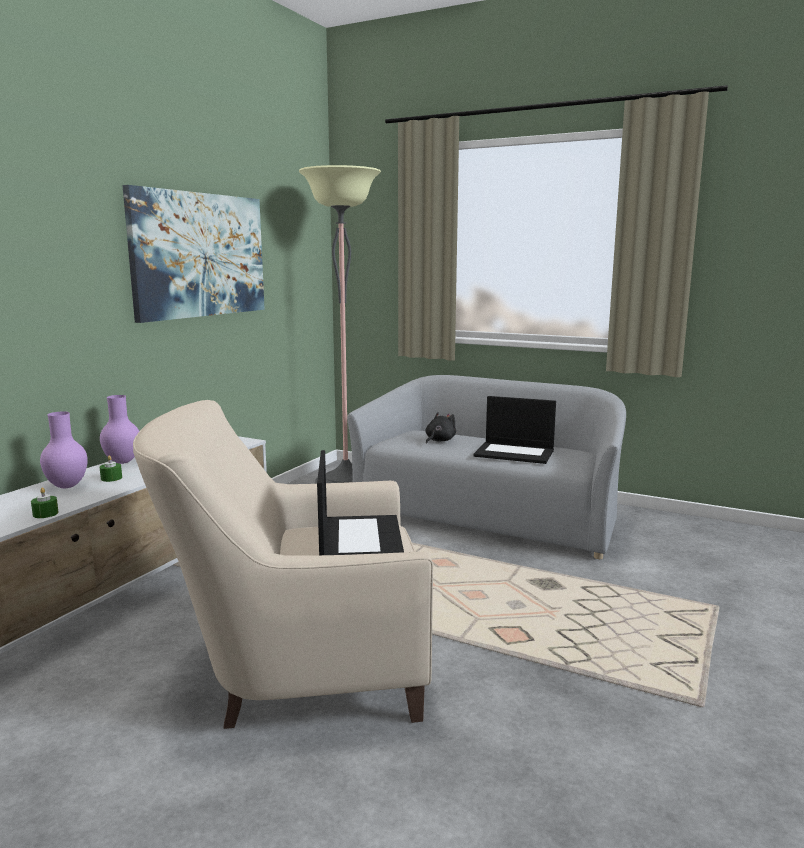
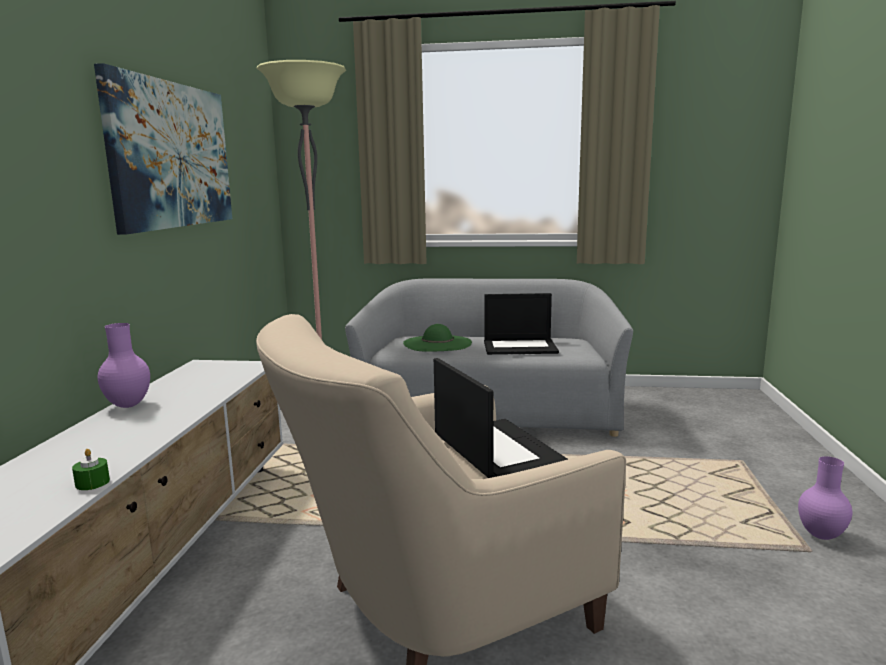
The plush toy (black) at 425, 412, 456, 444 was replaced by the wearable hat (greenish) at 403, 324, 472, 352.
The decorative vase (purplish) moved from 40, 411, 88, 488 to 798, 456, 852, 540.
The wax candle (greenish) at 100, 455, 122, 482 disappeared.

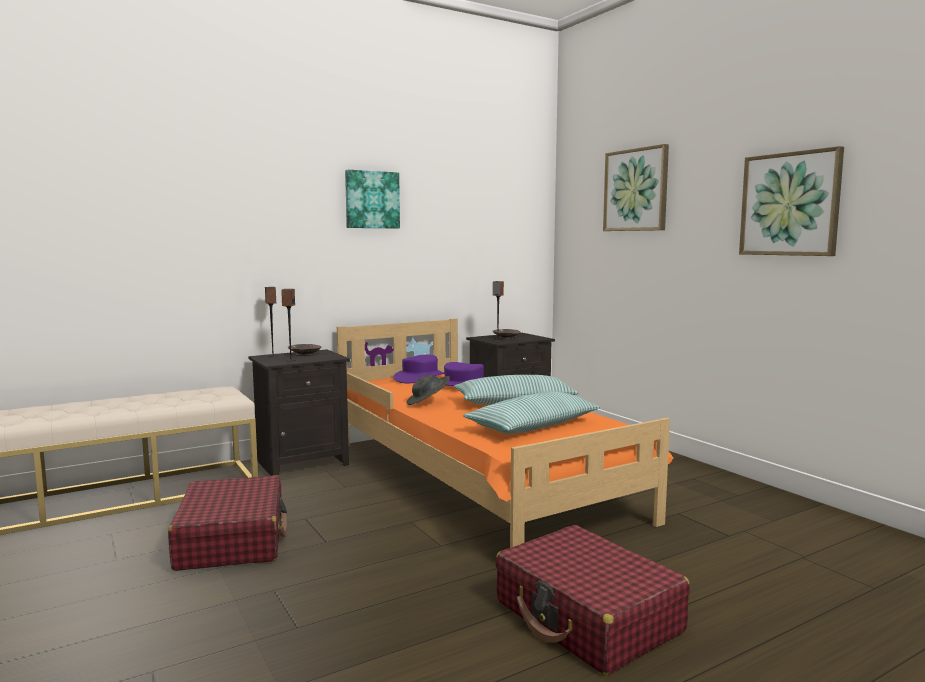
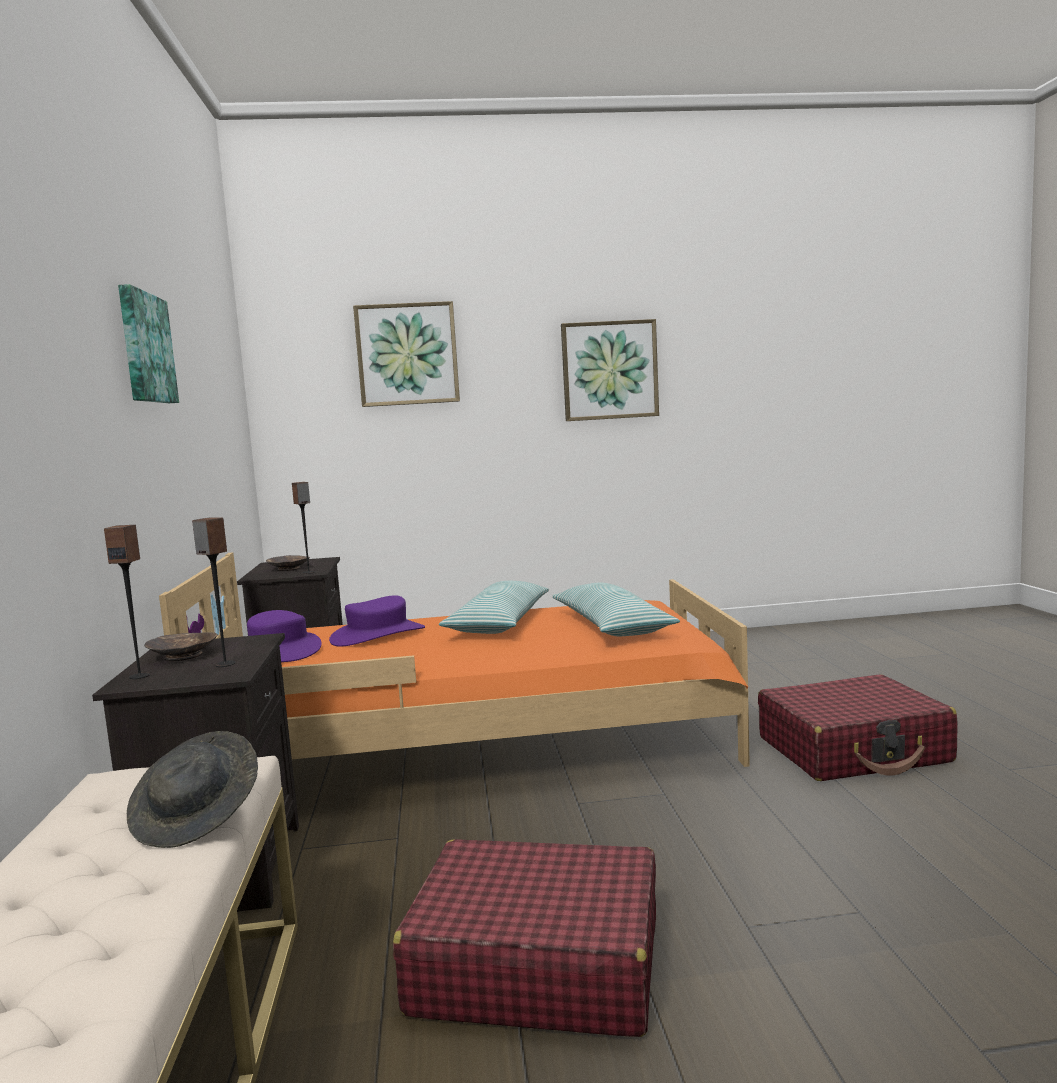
The wearable hat (grey) moved from 406, 375, 450, 405 to 127, 731, 258, 848.

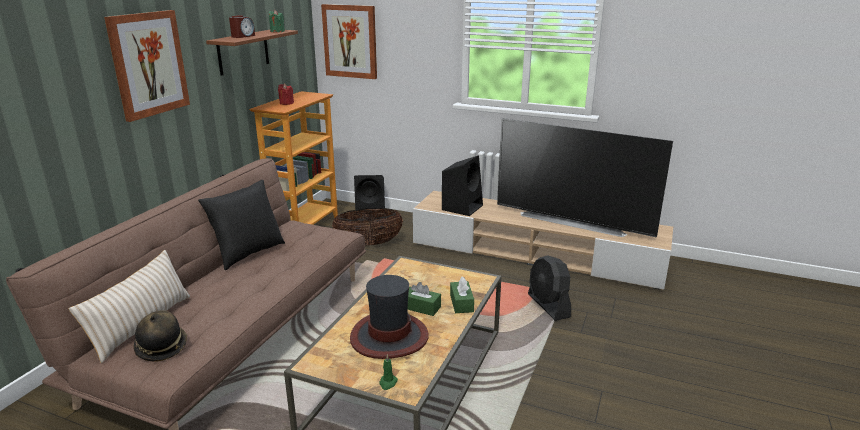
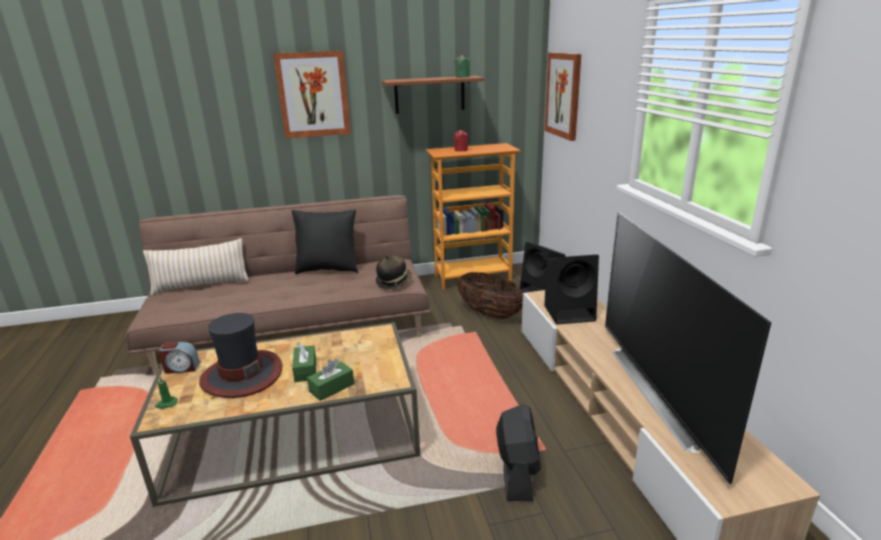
The table clock moved from 229, 15, 255, 38 to 158, 341, 200, 374.
The wearable hat moved from 134, 310, 187, 362 to 376, 255, 412, 289.
The cooling fan (black) at 528, 255, 571, 321 turned 150 degrees clockwise.

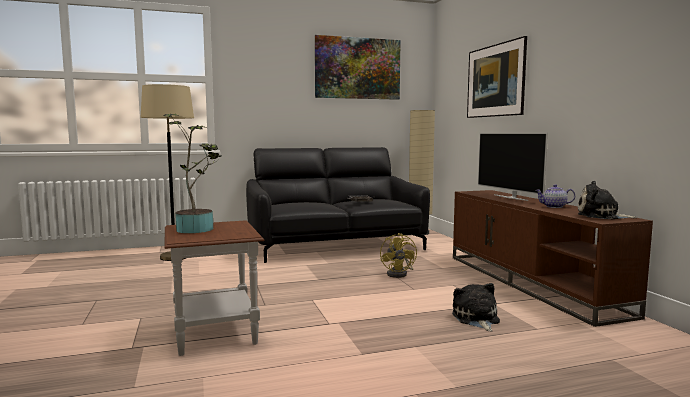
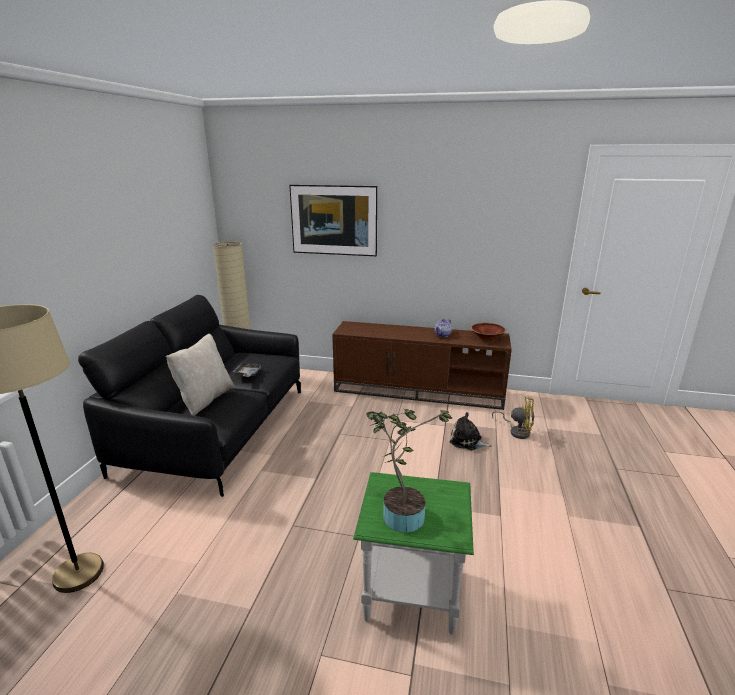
The cushion (sand-coloured) at 166, 334, 235, 416 appeared.
The end table (brown) at 165, 220, 265, 356 became the end table (greenish) at 353, 472, 474, 635.
The plush toy at 578, 181, 637, 219 was replaced by the deep dish (brown) at 471, 323, 506, 341.
The cooling fan (yellow) moved from 380, 233, 417, 278 to 492, 397, 535, 439.
The picture at 315, 35, 401, 100 disappeared.
The television at 478, 133, 548, 201 disappeared.

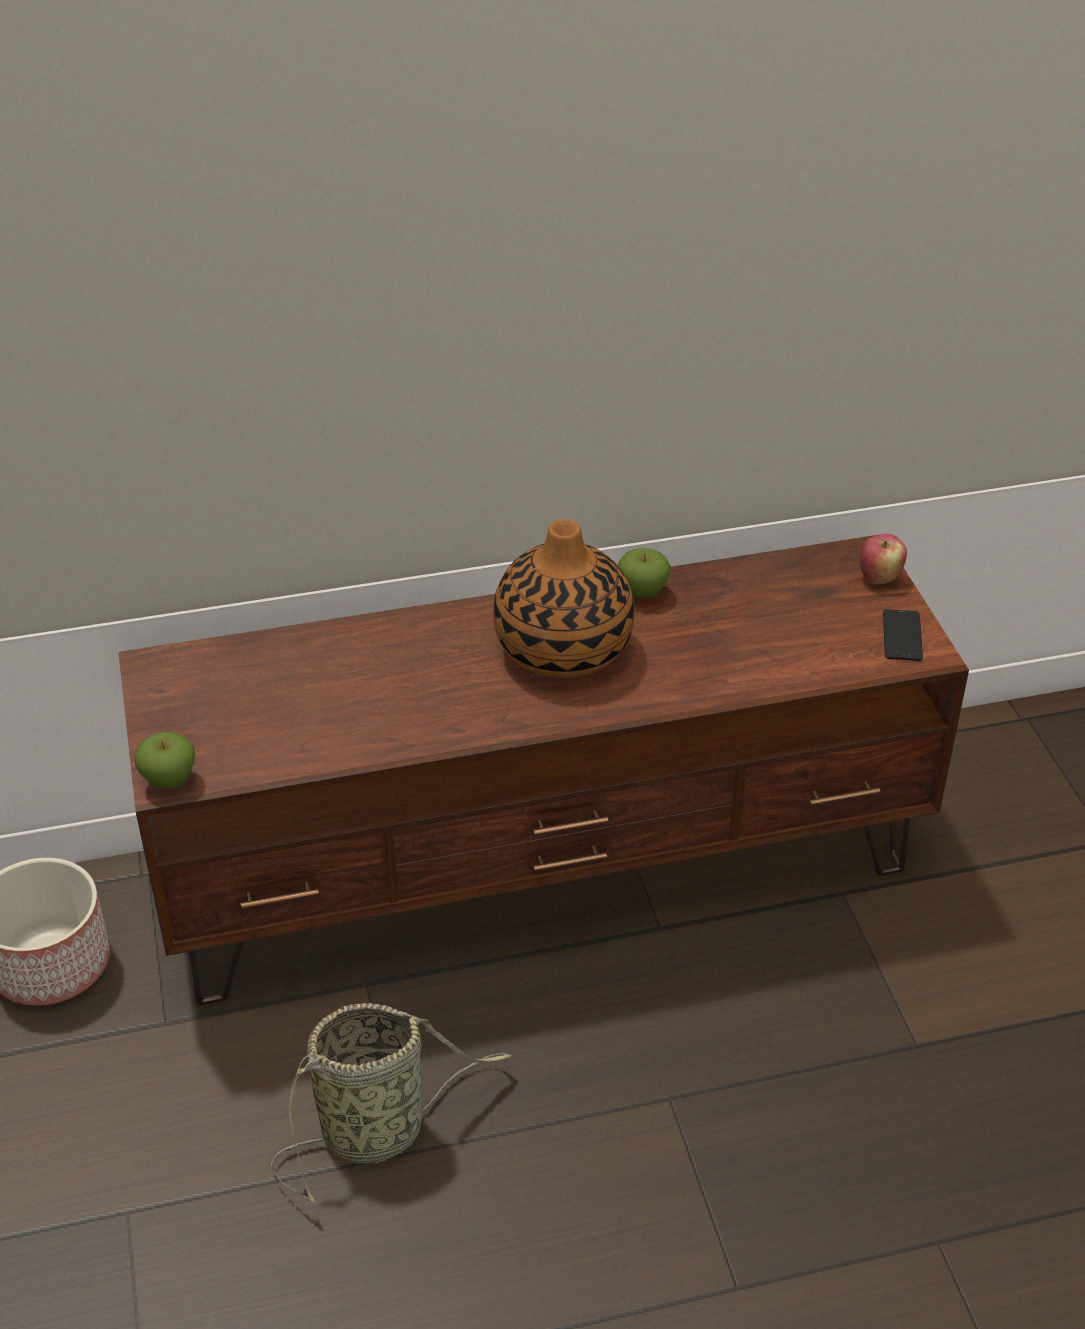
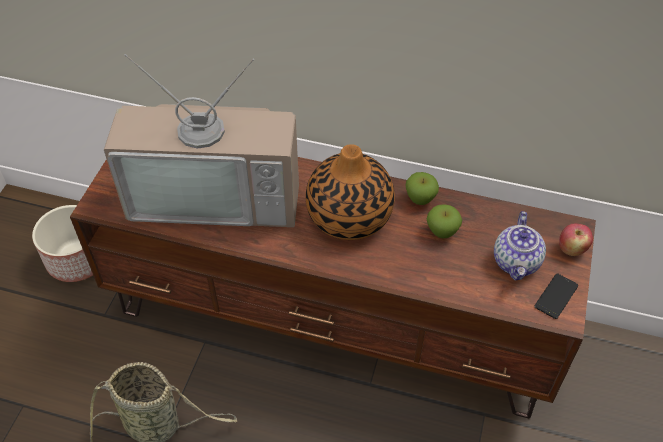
The television at 104, 54, 299, 227 appeared.
The whole apple moved from 134, 732, 195, 789 to 427, 204, 462, 238.
The pot for tea at 494, 211, 546, 281 appeared.

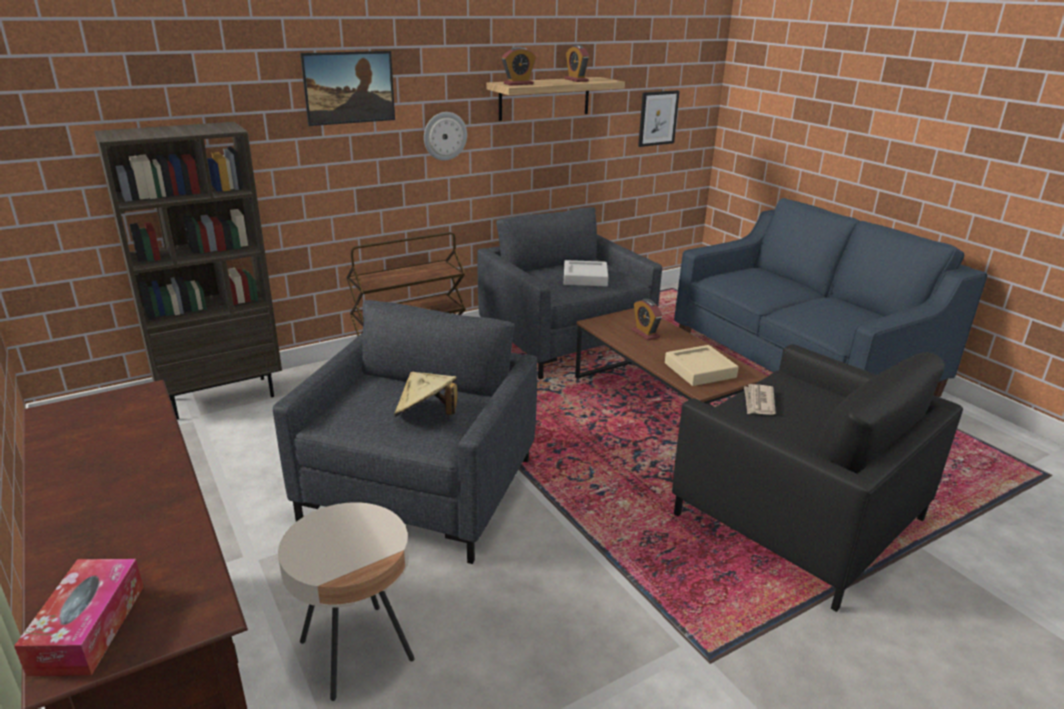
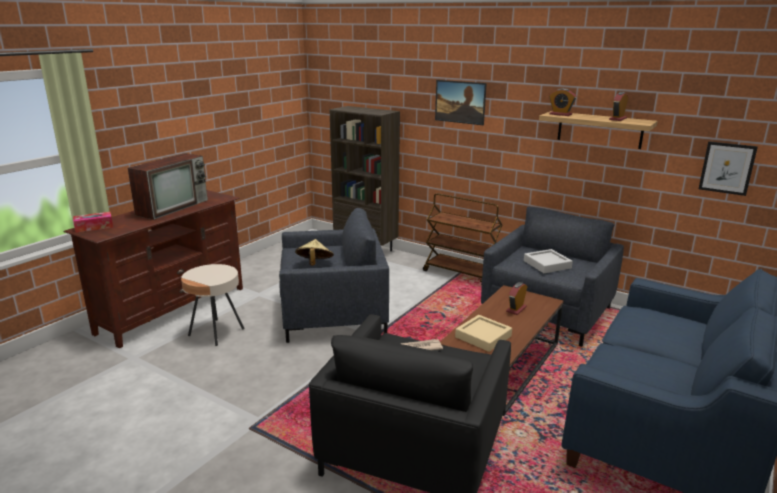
The television at 128, 153, 208, 220 appeared.
The clock on the wall at 424, 112, 467, 160 disappeared.

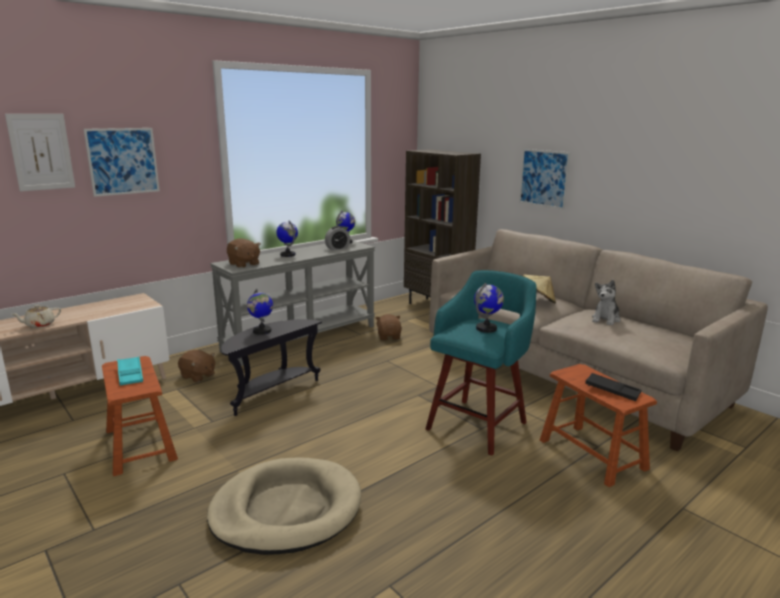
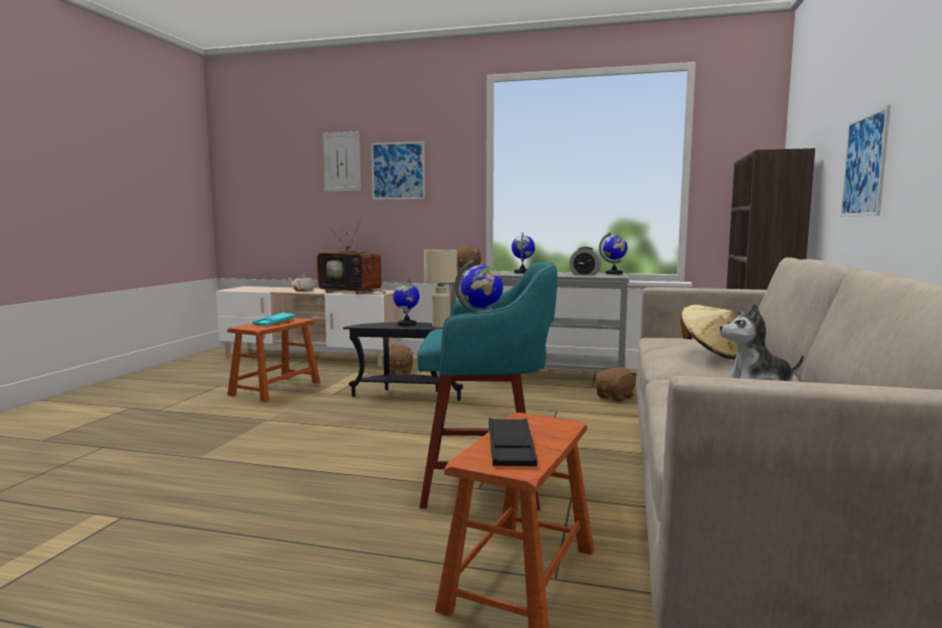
The television at 317, 218, 385, 294 appeared.
The table lamp (sand-coloured) at 424, 249, 457, 328 appeared.
The dog cushion (sand-coloured) at 207, 458, 361, 555 disappeared.

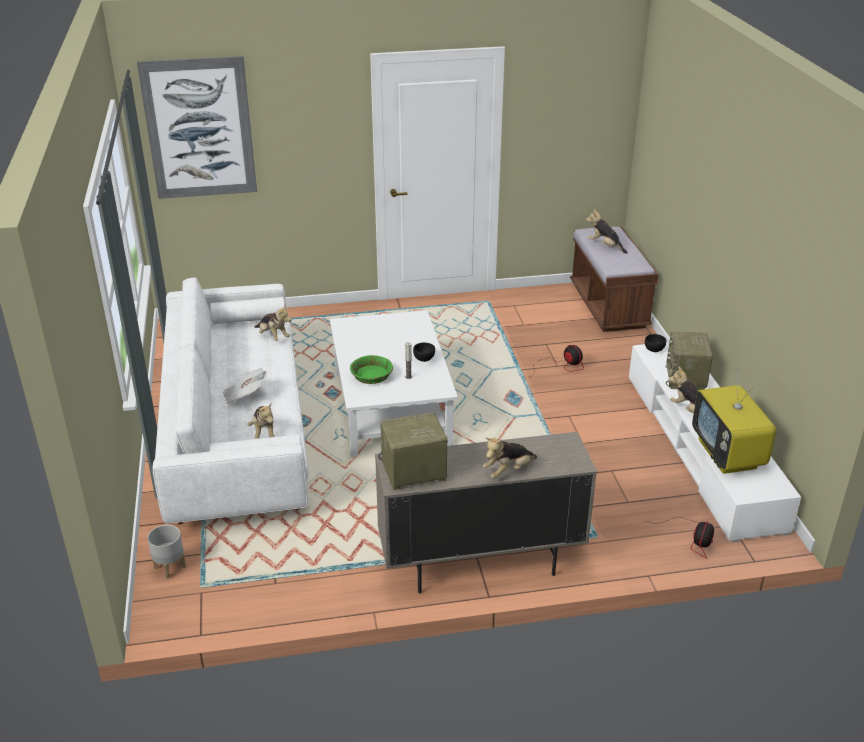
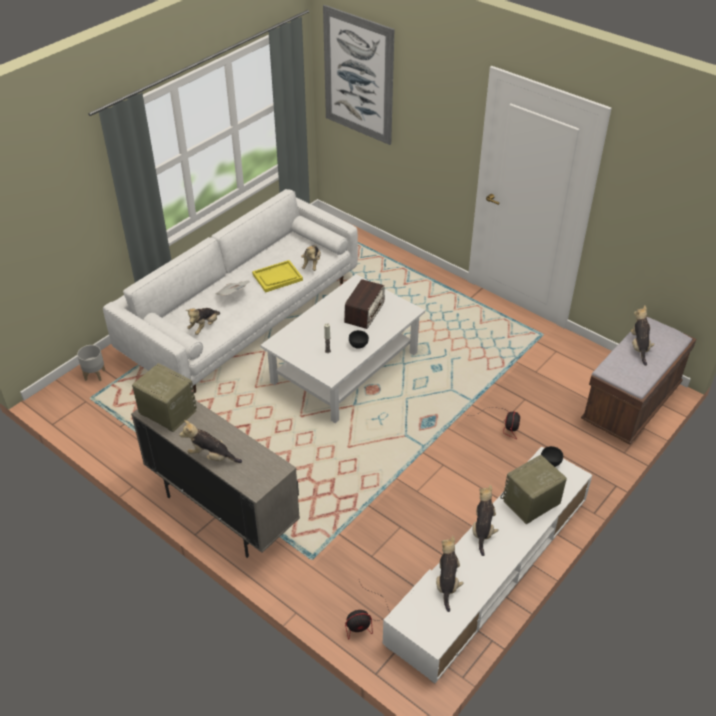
The tray (yellow) at 252, 260, 303, 293 appeared.
The radio set at 344, 279, 385, 329 appeared.
The television at 692, 369, 776, 474 was replaced by the plush toy at 436, 536, 464, 612.
The deep dish (greenish) at 350, 355, 393, 384 disappeared.

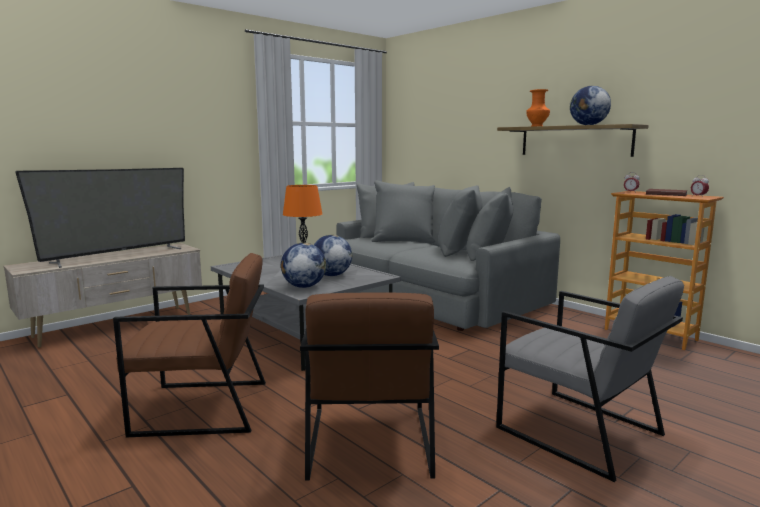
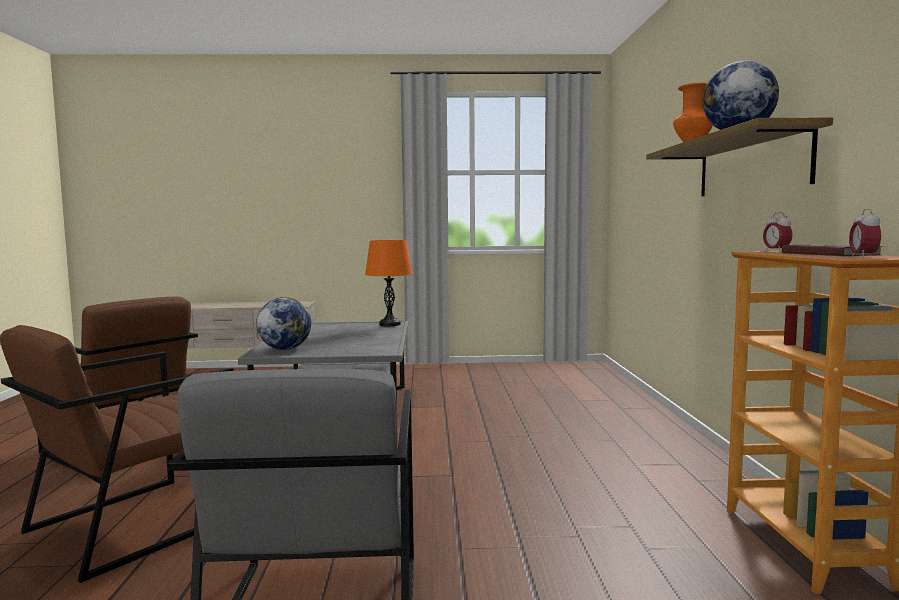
The television at 15, 168, 185, 268 disappeared.
The world globe at 314, 235, 352, 276 disappeared.
The couch (grey) at 336, 181, 560, 331 disappeared.

